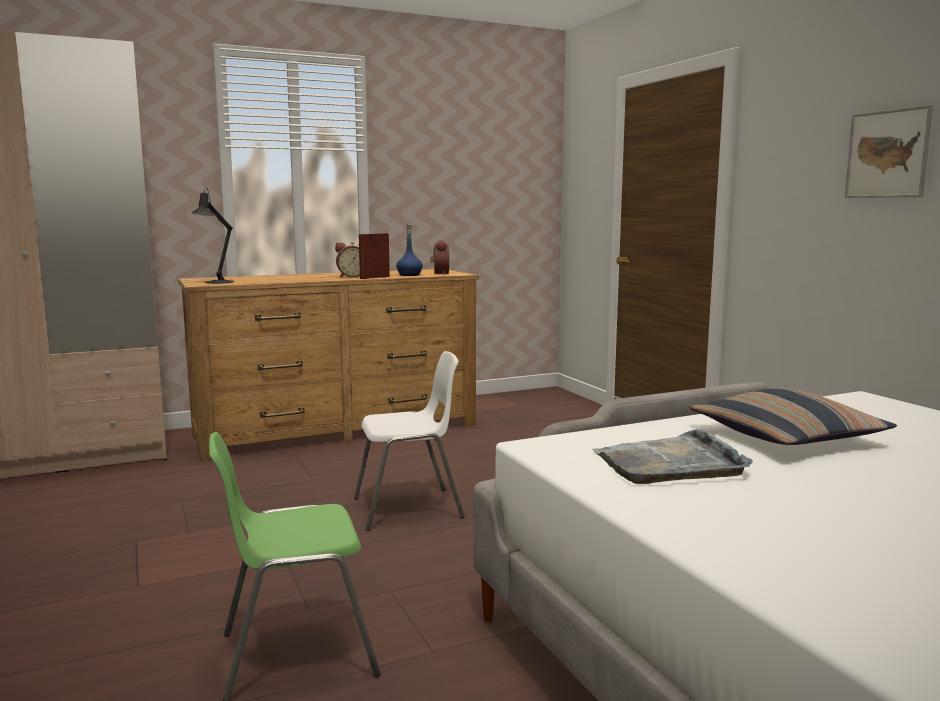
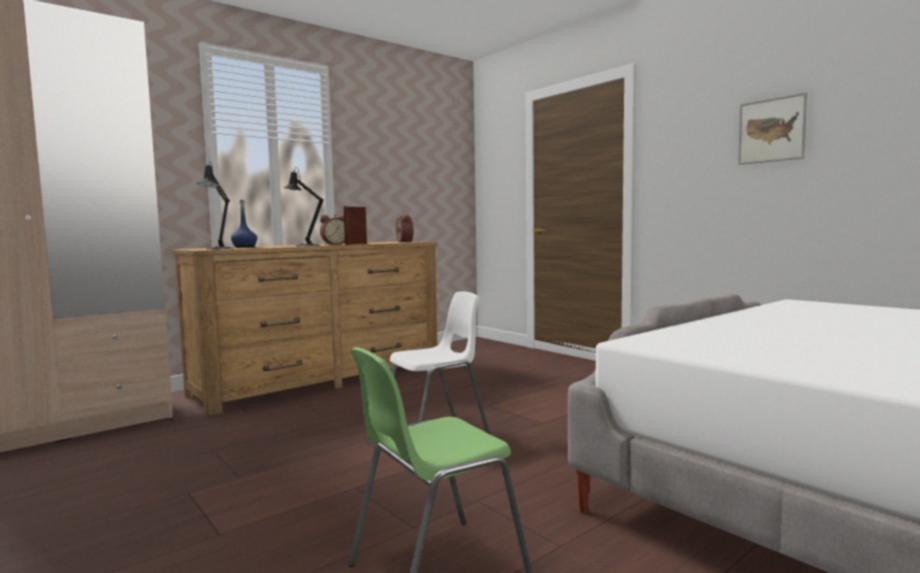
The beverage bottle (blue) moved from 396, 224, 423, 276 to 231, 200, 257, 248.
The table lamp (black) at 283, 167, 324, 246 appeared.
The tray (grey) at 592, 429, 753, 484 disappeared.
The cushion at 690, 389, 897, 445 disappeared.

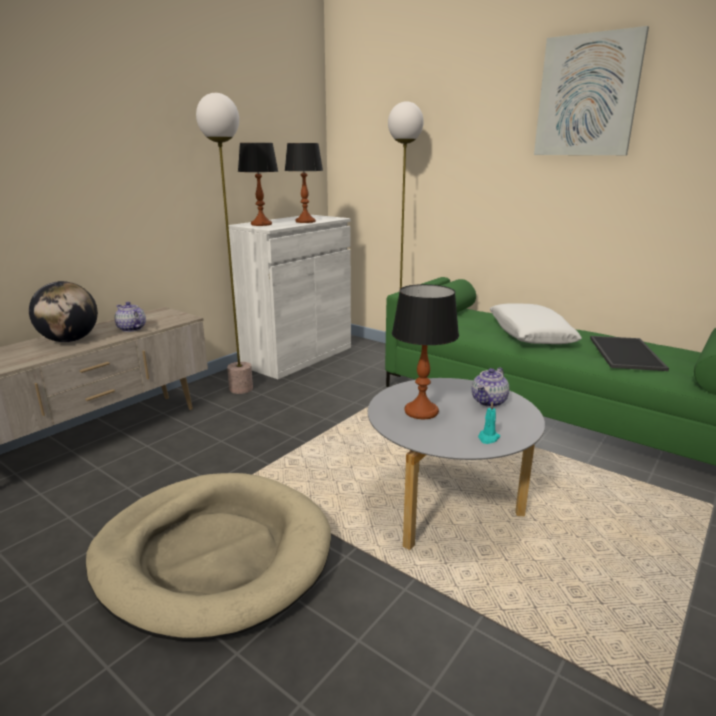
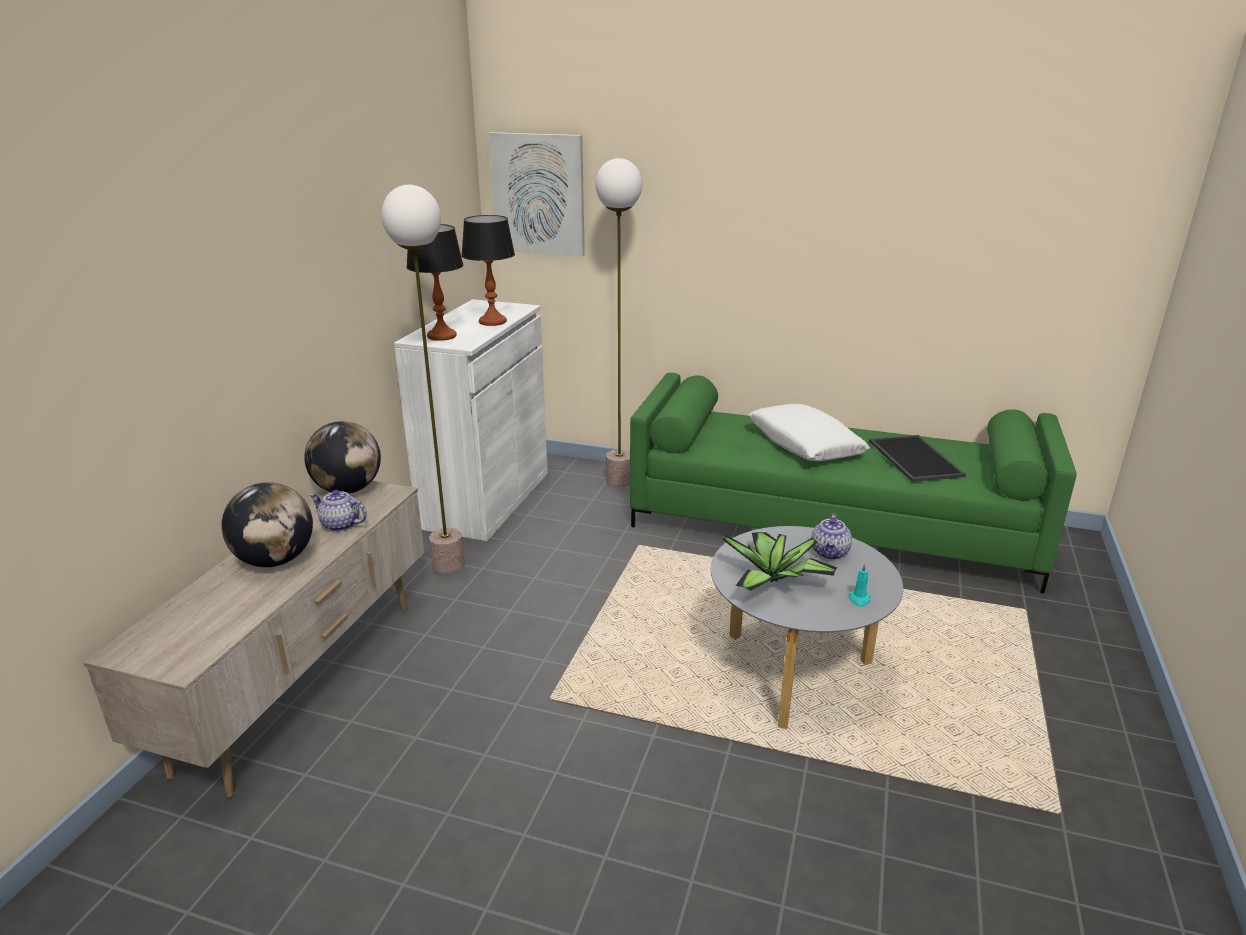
The world globe at 304, 421, 381, 494 appeared.
The picture moved from 534, 26, 649, 155 to 489, 132, 585, 257.
The table lamp at 392, 284, 459, 419 was replaced by the potted plant at 723, 532, 837, 591.
The dog cushion (sand-coloured) at 86, 473, 331, 641 disappeared.

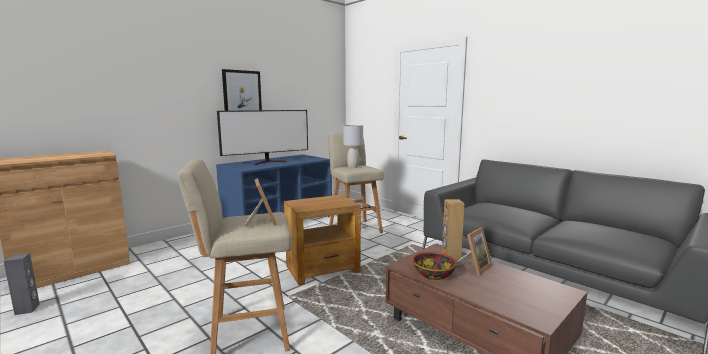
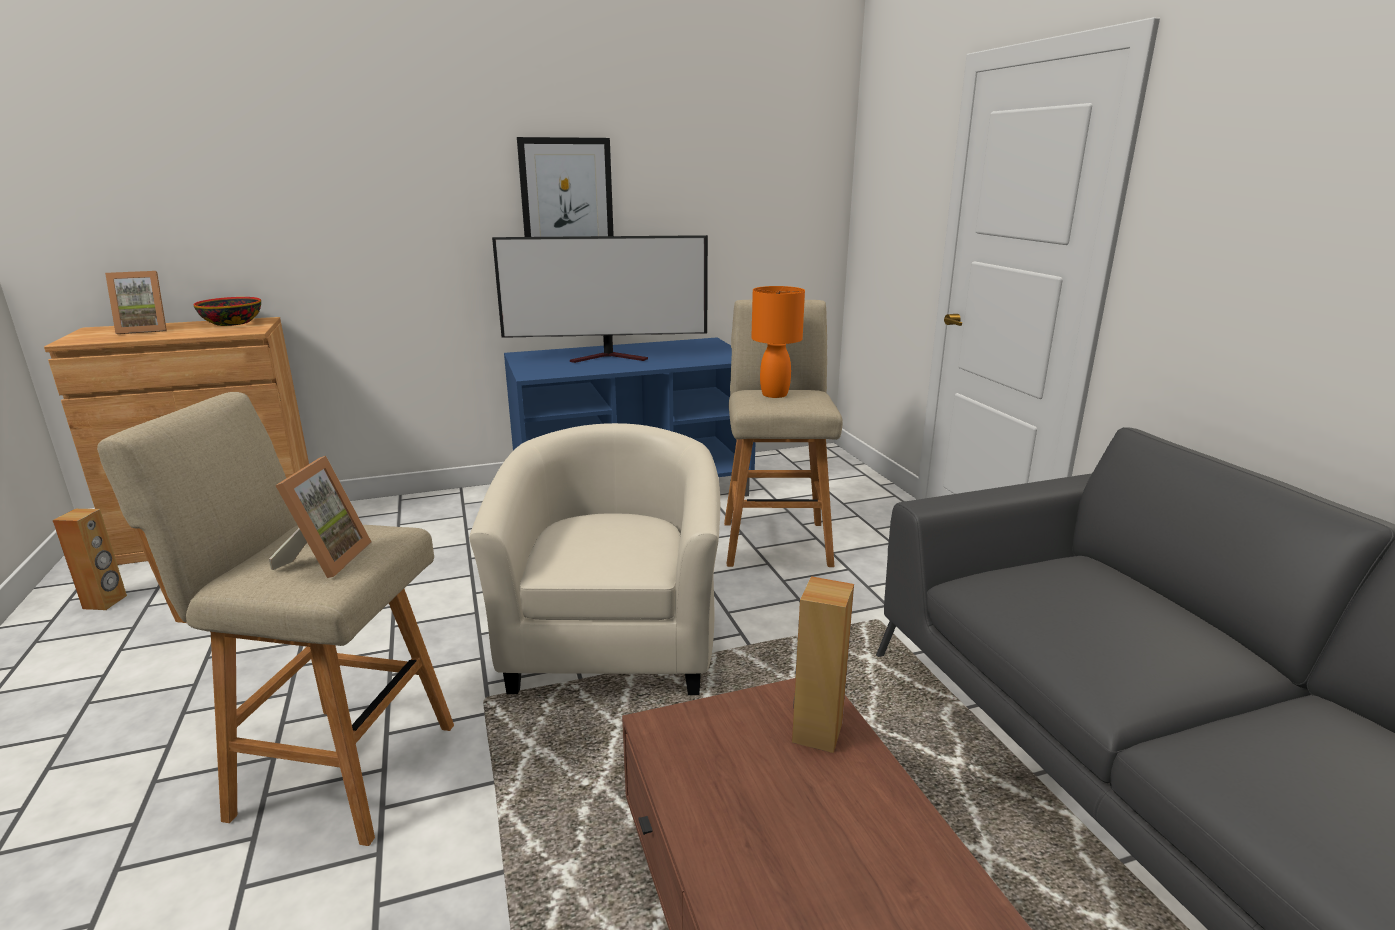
The loudspeaker (grey) at 4, 253, 40, 315 became the loudspeaker (brown) at 53, 509, 127, 610.
The standing frame moved from 456, 228, 492, 275 to 105, 271, 167, 334.
The deep dish moved from 413, 252, 457, 280 to 193, 297, 261, 326.
The end table (brown) at 284, 195, 361, 285 was replaced by the lounge chair (sand-coloured) at 469, 423, 720, 695.
The table lamp (grey) at 343, 125, 363, 168 became the table lamp (orange-coloured) at 751, 286, 805, 398.

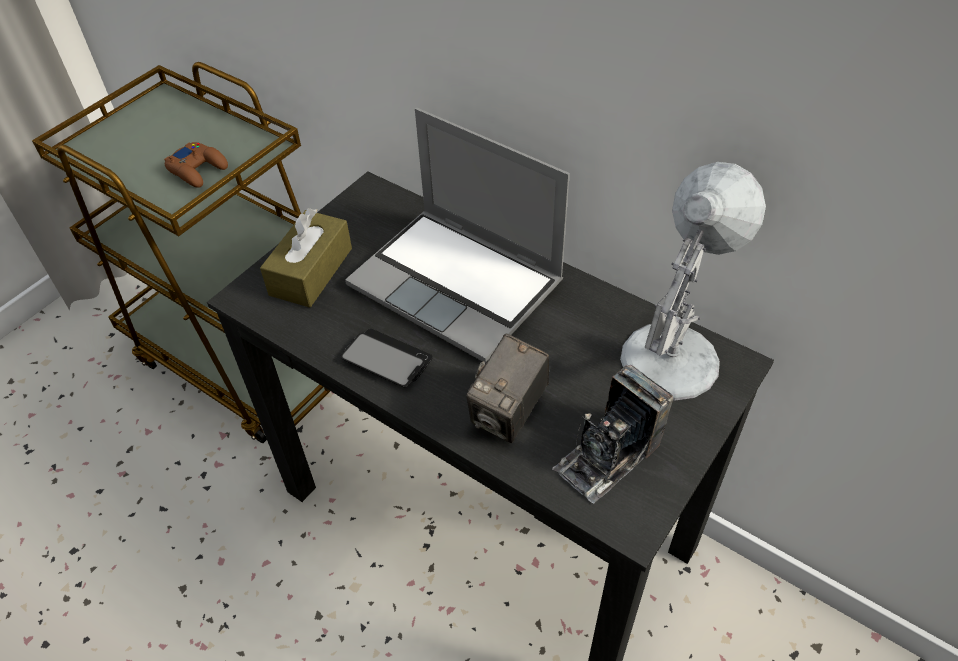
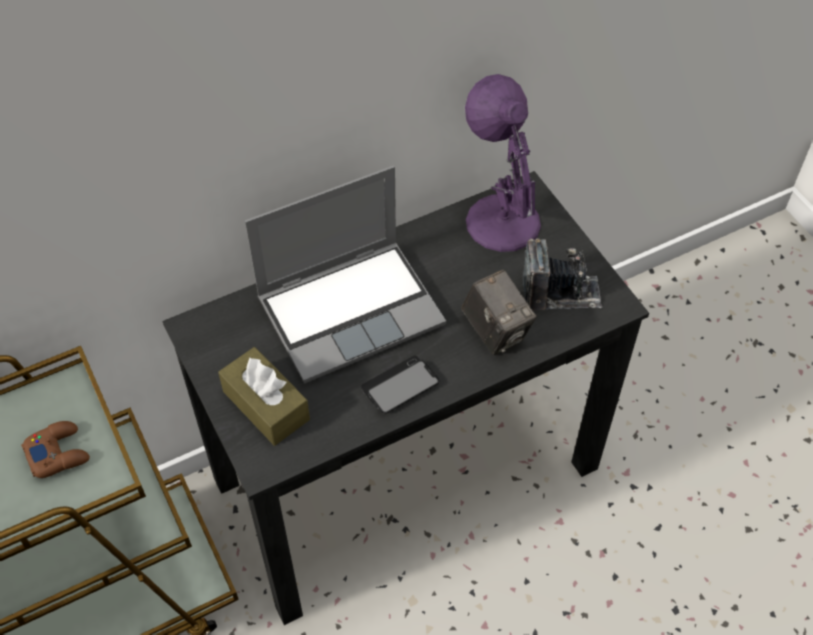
The table lamp (white-coloured) at 620, 162, 766, 400 became the table lamp (purplish) at 465, 74, 541, 252.
The still camera at 552, 365, 674, 504 turned 75 degrees counterclockwise.

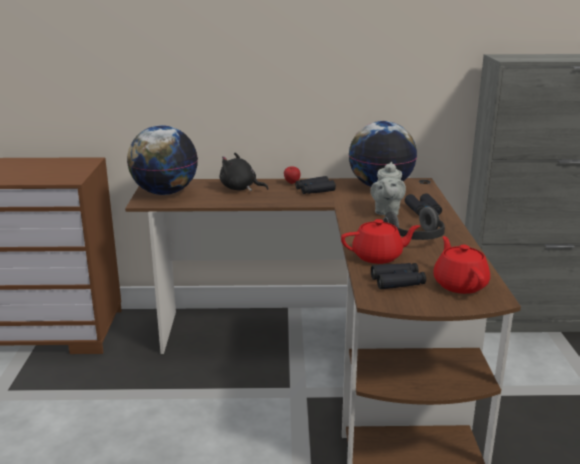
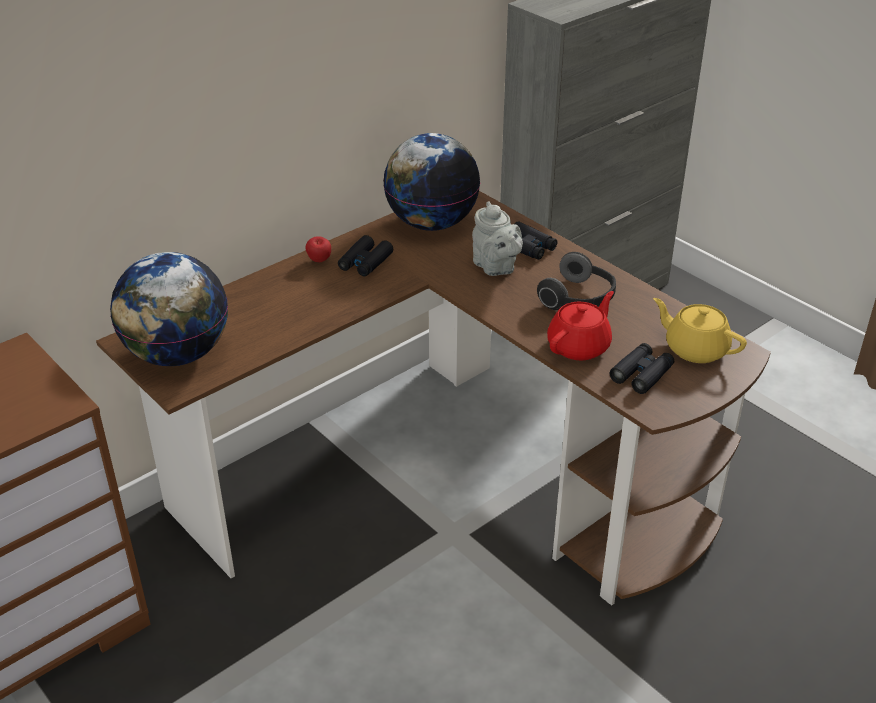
The pot for tea (red-coloured) at 433, 236, 490, 294 became the pot for tea (yellow) at 653, 298, 747, 363.
The plush toy (black) at 220, 153, 269, 191 disappeared.

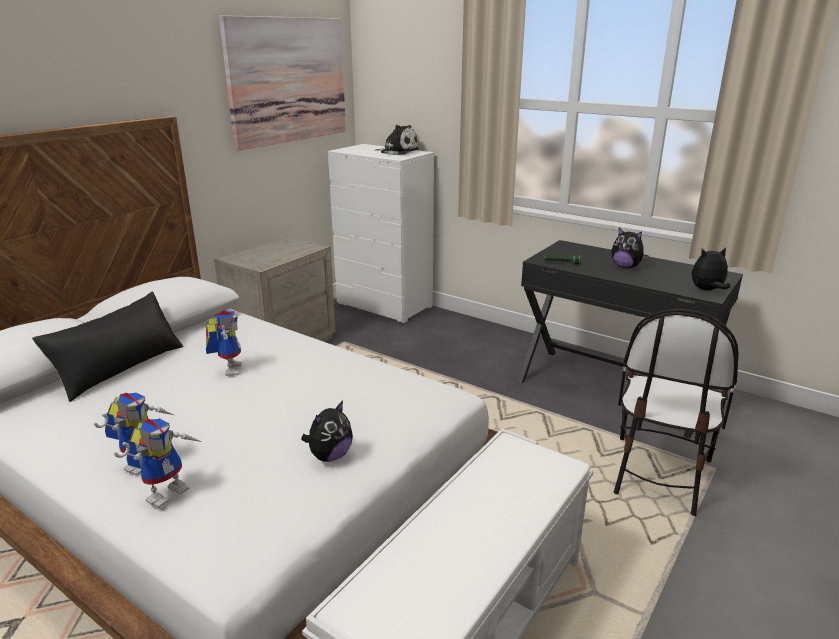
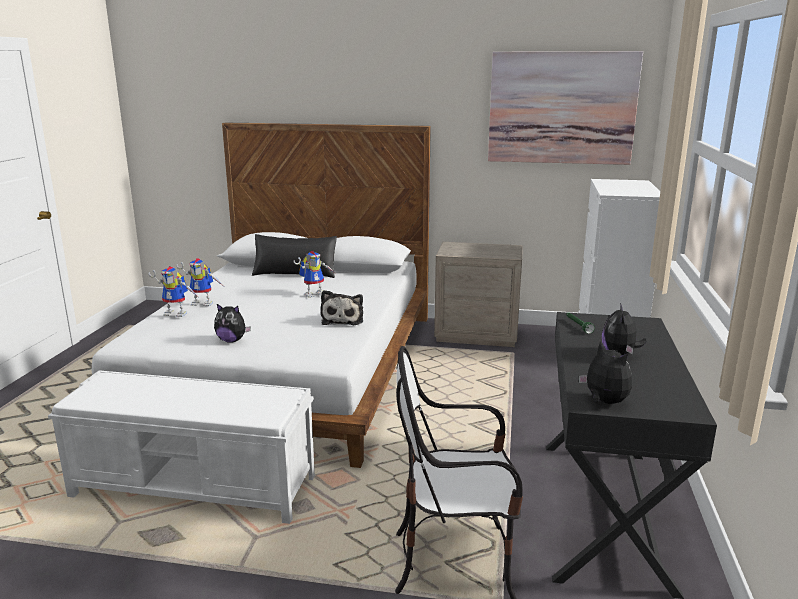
The plush toy moved from 374, 125, 419, 155 to 321, 290, 363, 325.

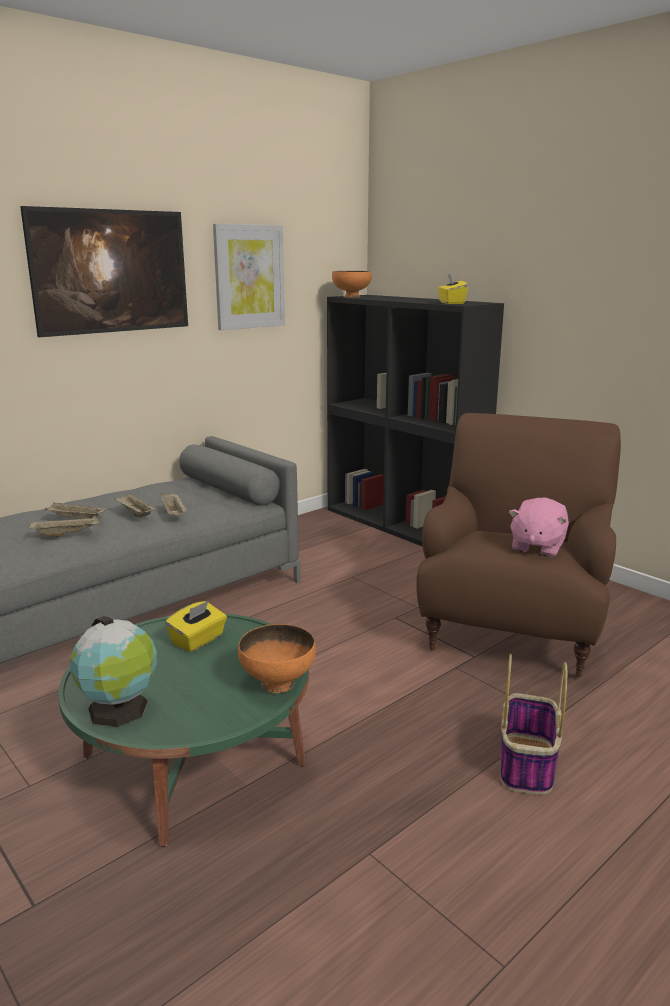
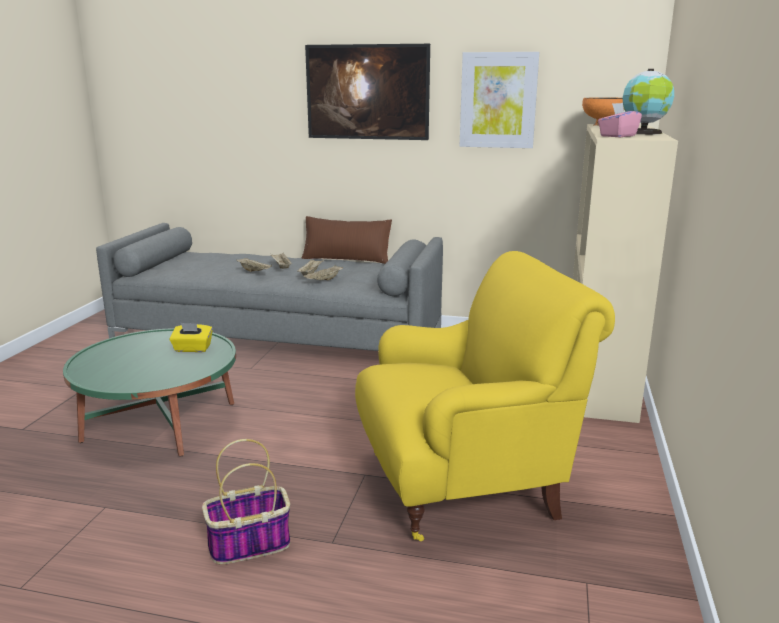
The cushion (brown) at 301, 216, 392, 264 appeared.
The lounge chair (brown) at 416, 413, 621, 678 became the lounge chair (yellow) at 355, 251, 615, 541.
The shelving unit (black) at 327, 295, 504, 547 became the shelving unit (sand-coloured) at 573, 124, 678, 423.
The tissue box (yellow) at 437, 274, 468, 304 became the tissue box (pinkish) at 598, 103, 642, 138.
The world globe moved from 70, 616, 157, 727 to 623, 69, 674, 135.
The deep dish (orange-coloured) at 238, 624, 316, 693 disappeared.
The plush toy (pinkish) at 509, 498, 569, 558 disappeared.

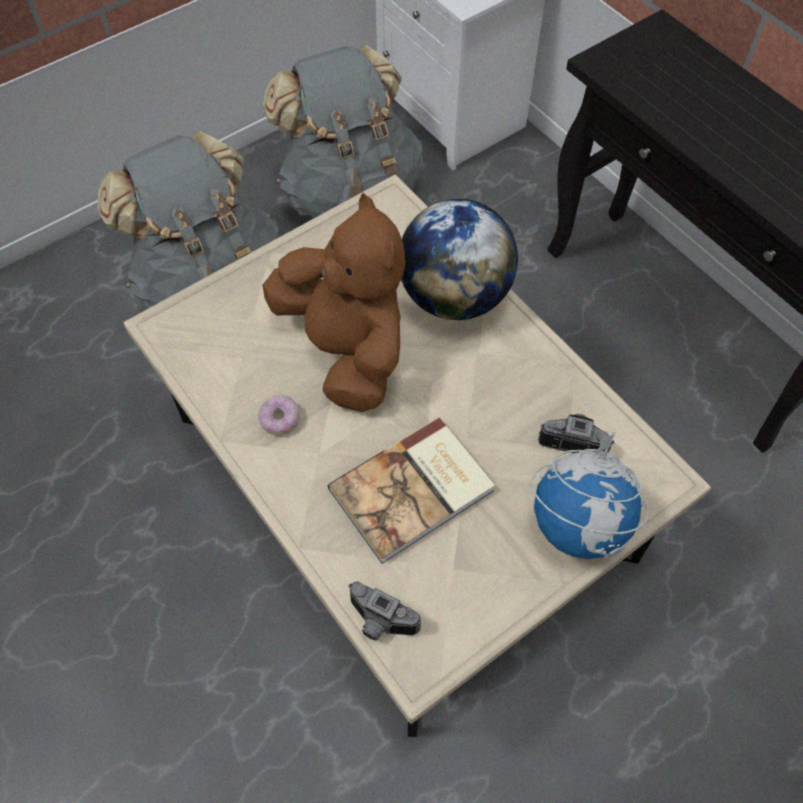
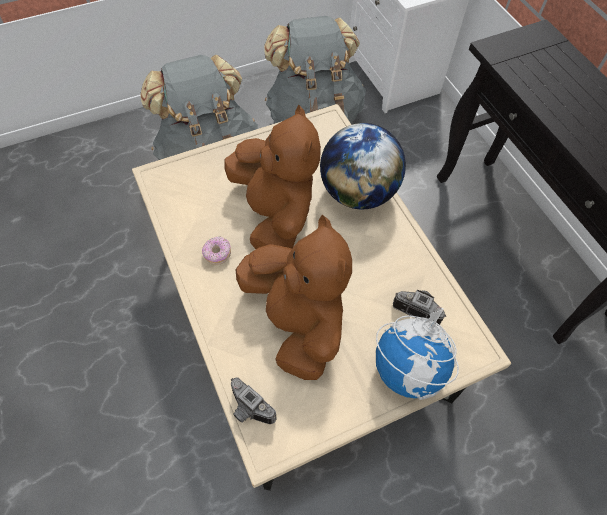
The book at 328, 417, 495, 564 was replaced by the plush toy (brown) at 235, 215, 352, 380.

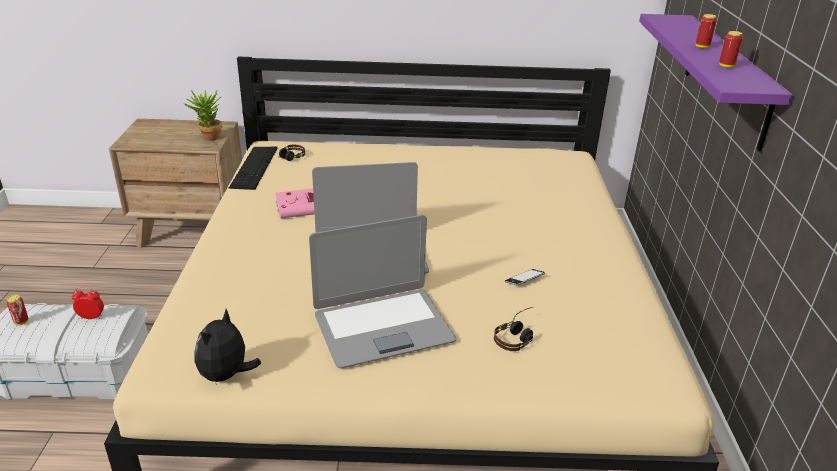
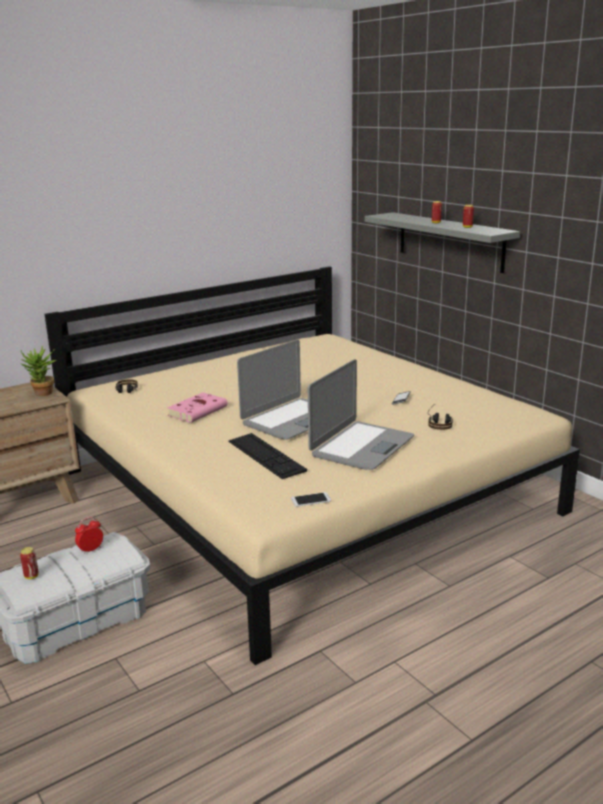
The computer keyboard moved from 229, 147, 277, 190 to 228, 433, 307, 479.
The plush toy at 194, 309, 261, 385 was replaced by the telephone at 291, 492, 331, 507.
The shelf (purplish) at 639, 14, 793, 151 became the shelf (grey) at 365, 212, 520, 273.

